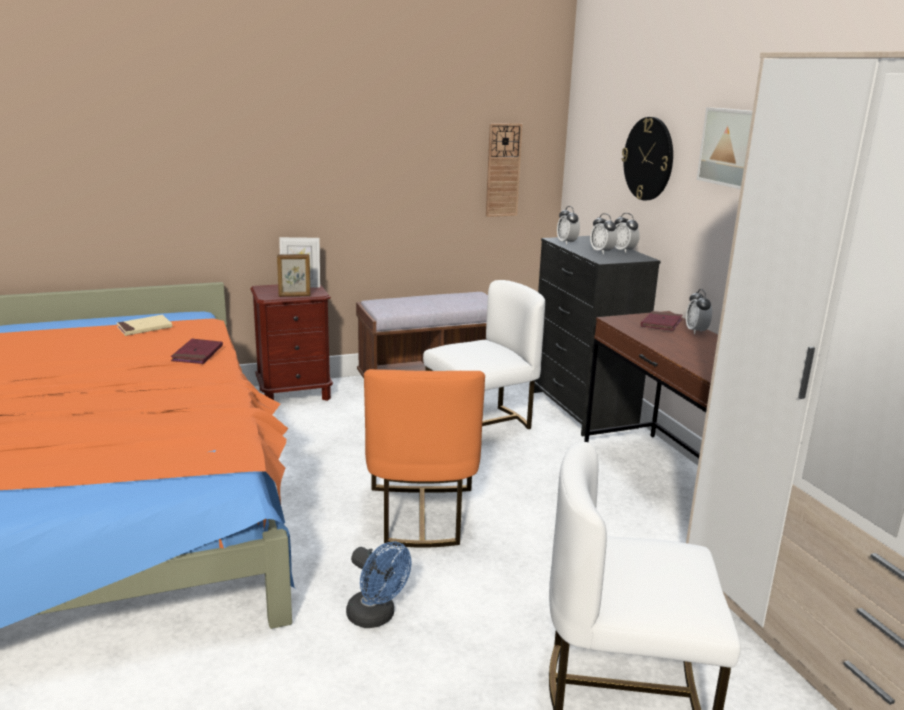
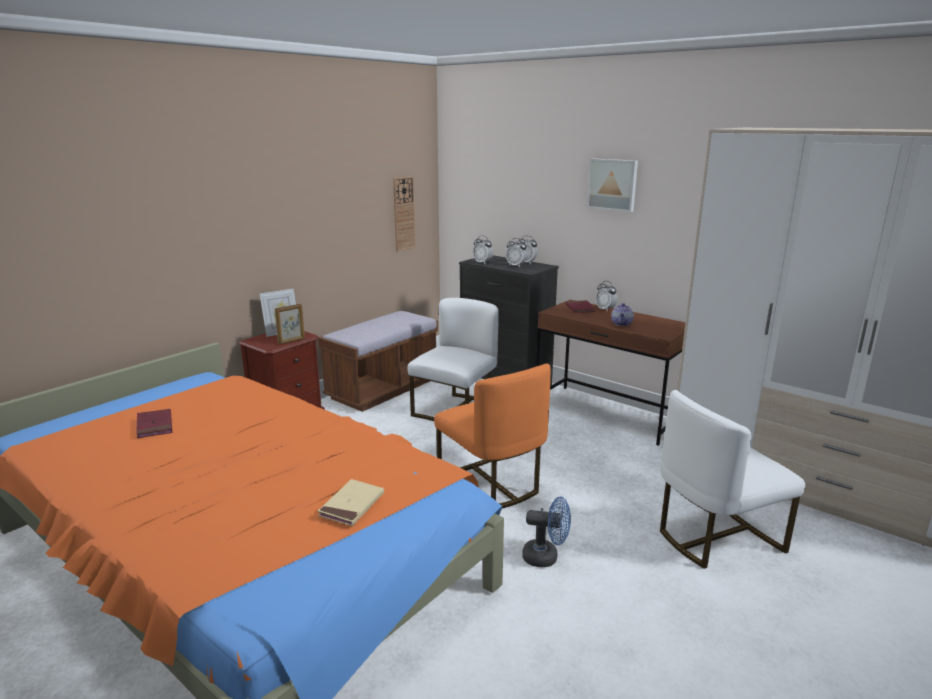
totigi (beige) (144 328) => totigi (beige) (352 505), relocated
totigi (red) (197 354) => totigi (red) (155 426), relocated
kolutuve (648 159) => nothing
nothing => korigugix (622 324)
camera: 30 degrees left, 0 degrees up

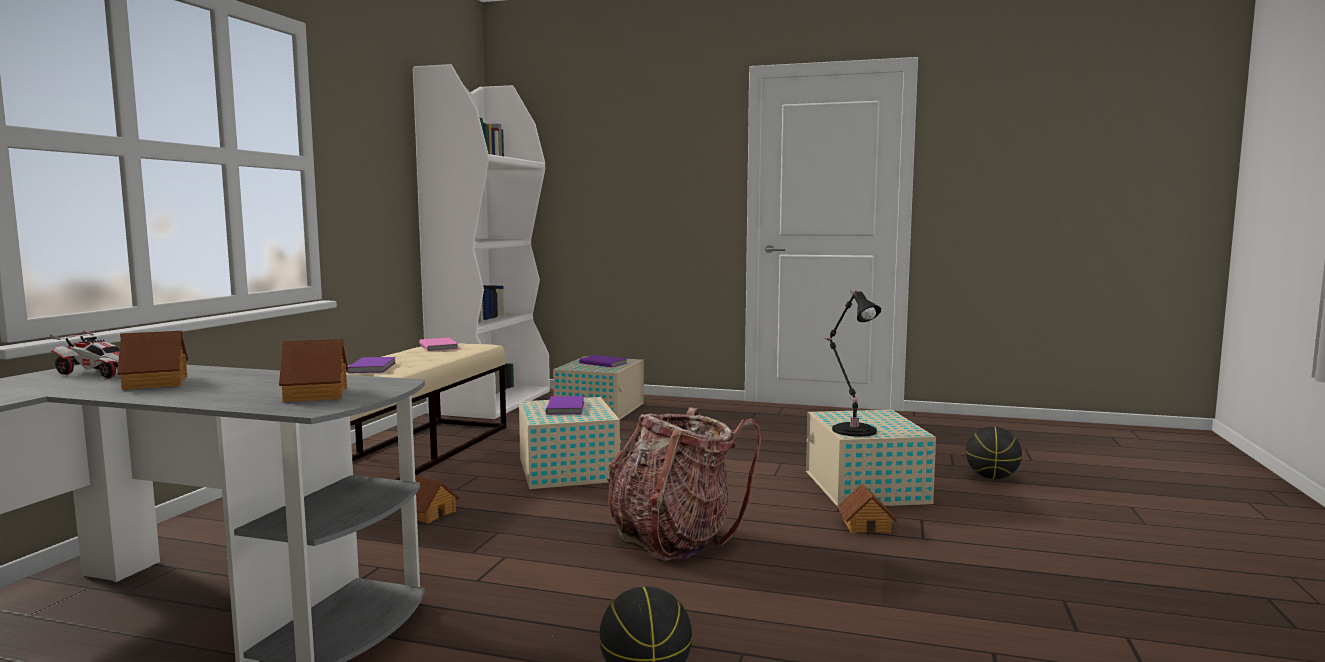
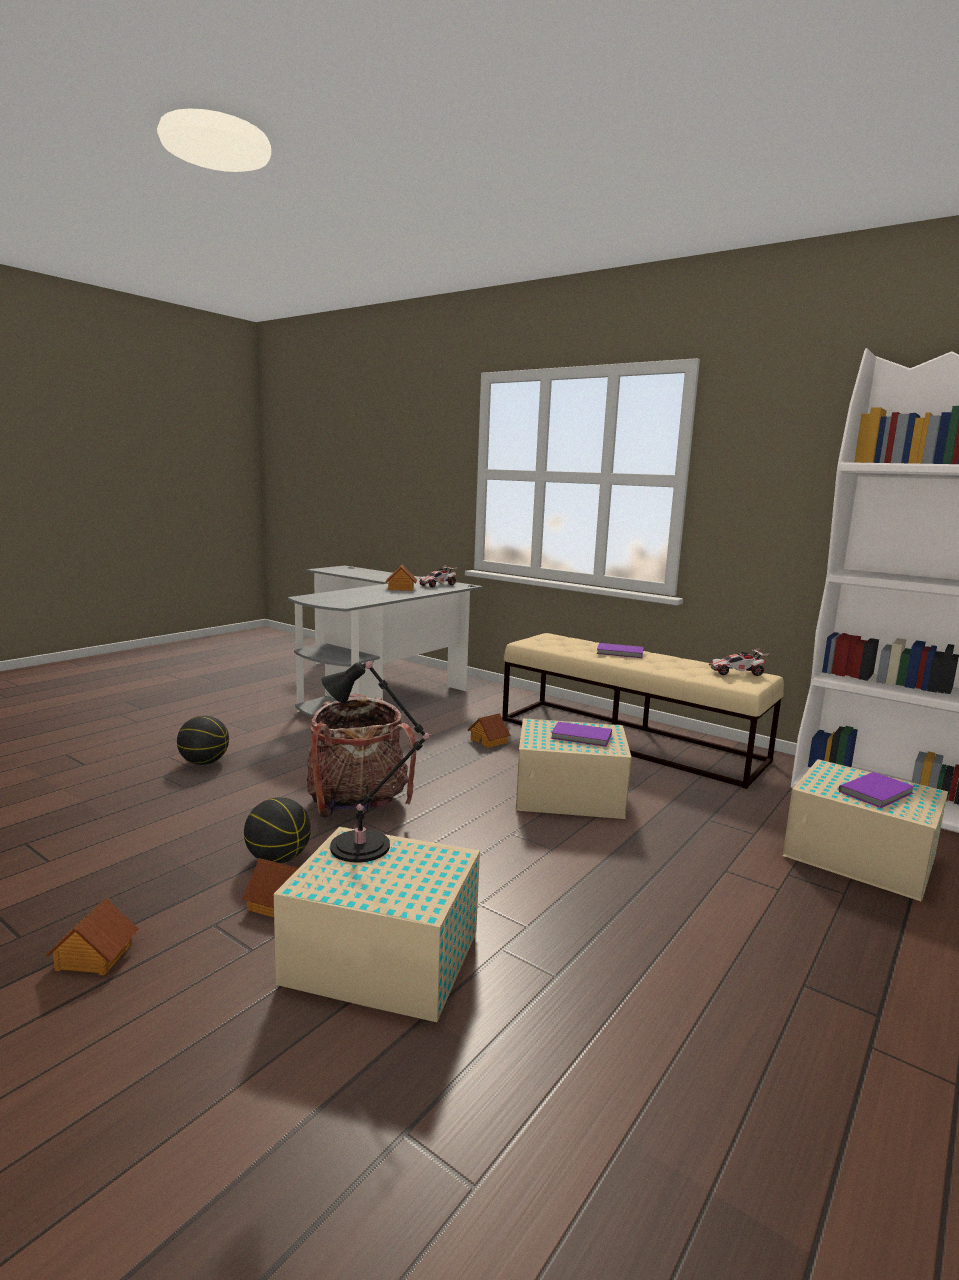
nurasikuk (317 394) => nurasikuk (93 957), relocated
totigi (pink) (439 346) => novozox (736 673)
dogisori (991 477) => dogisori (278 859), relocated
camera: 110 degrees right, 5 degrees up

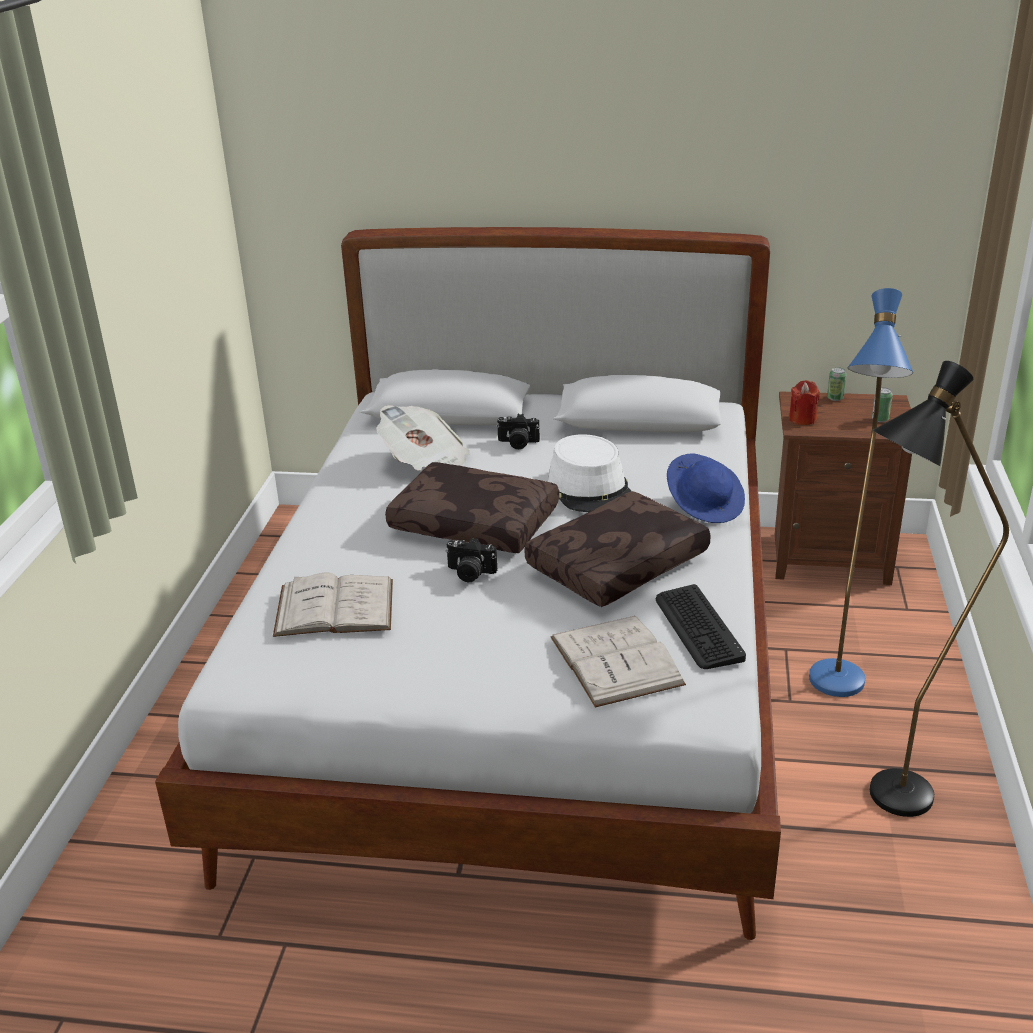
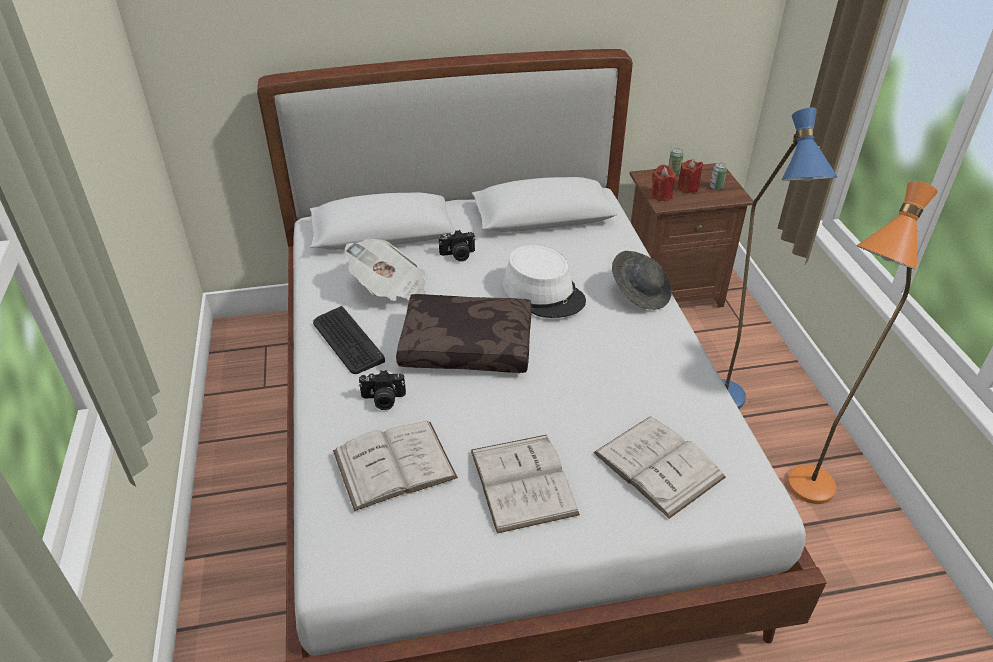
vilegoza (470 573) => vilegoza (383 400), relocated
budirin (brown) (618 566) => nothing
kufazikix (698 628) => kufazikix (347 341), relocated
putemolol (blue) (705 506) => putemolol (grey) (640 293)
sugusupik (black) (884 804) => sugusupik (orange) (803 496)
nothing => totigi (white) (523 481)
nothing => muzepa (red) (688 188)
camera: 20 degrees left, 10 degrees up

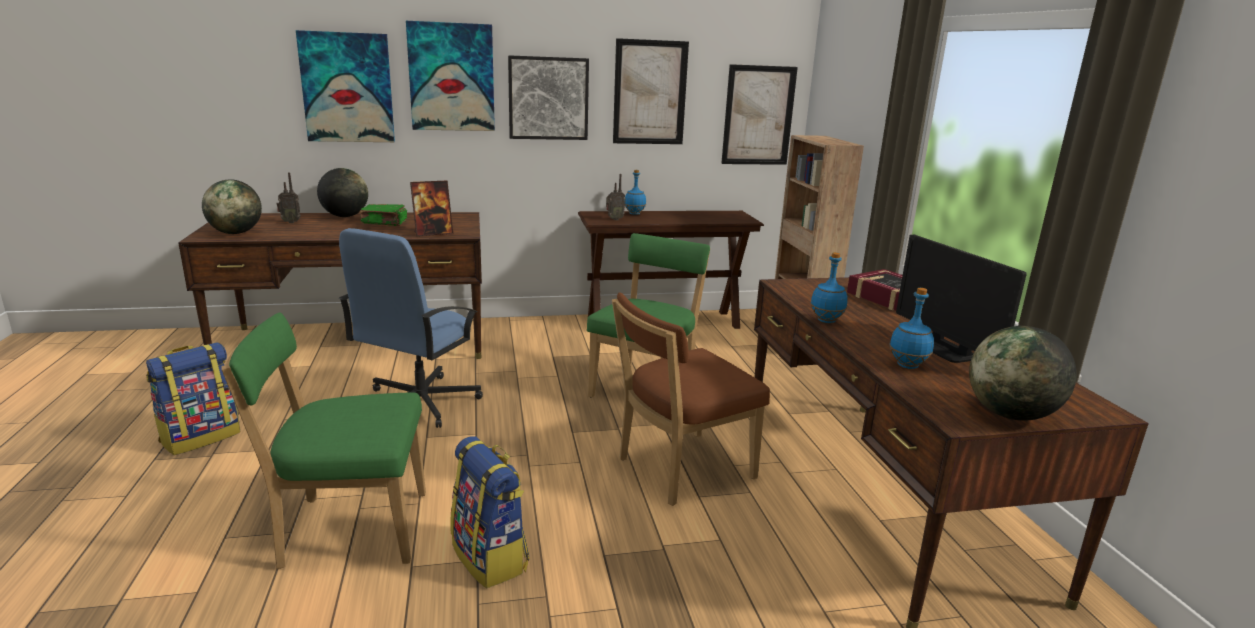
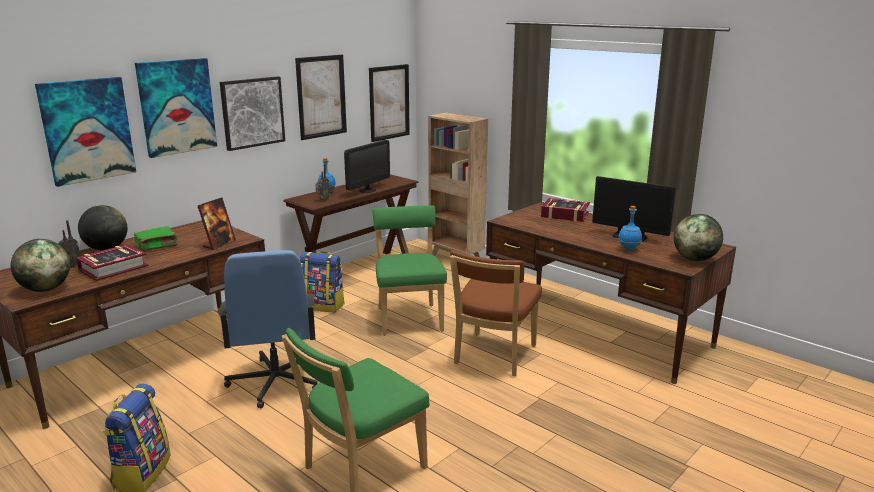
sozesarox (491 558) => sozesarox (324 305), relocated
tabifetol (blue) (825 321) => nothing
nothing => totigi (113 268)
nothing => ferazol (367 190)
camera: 35 degrees left, 0 degrees up

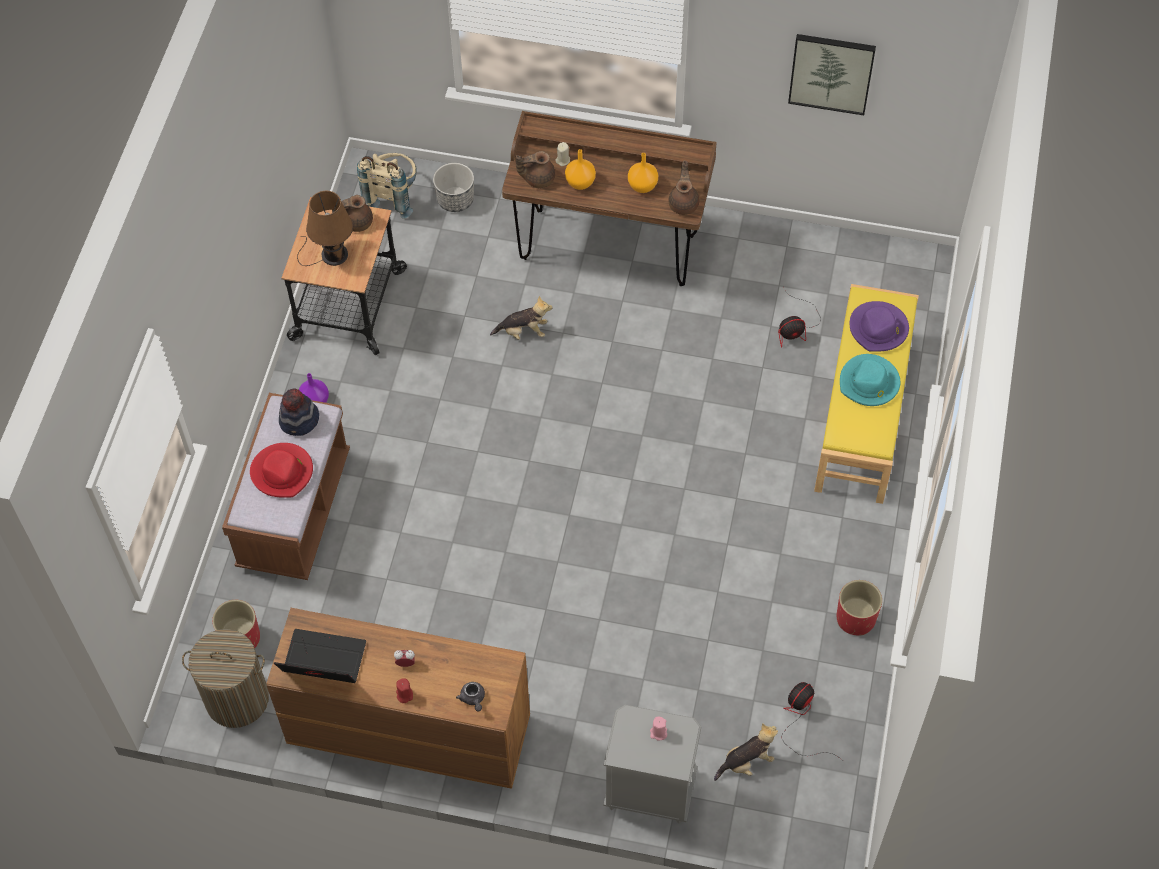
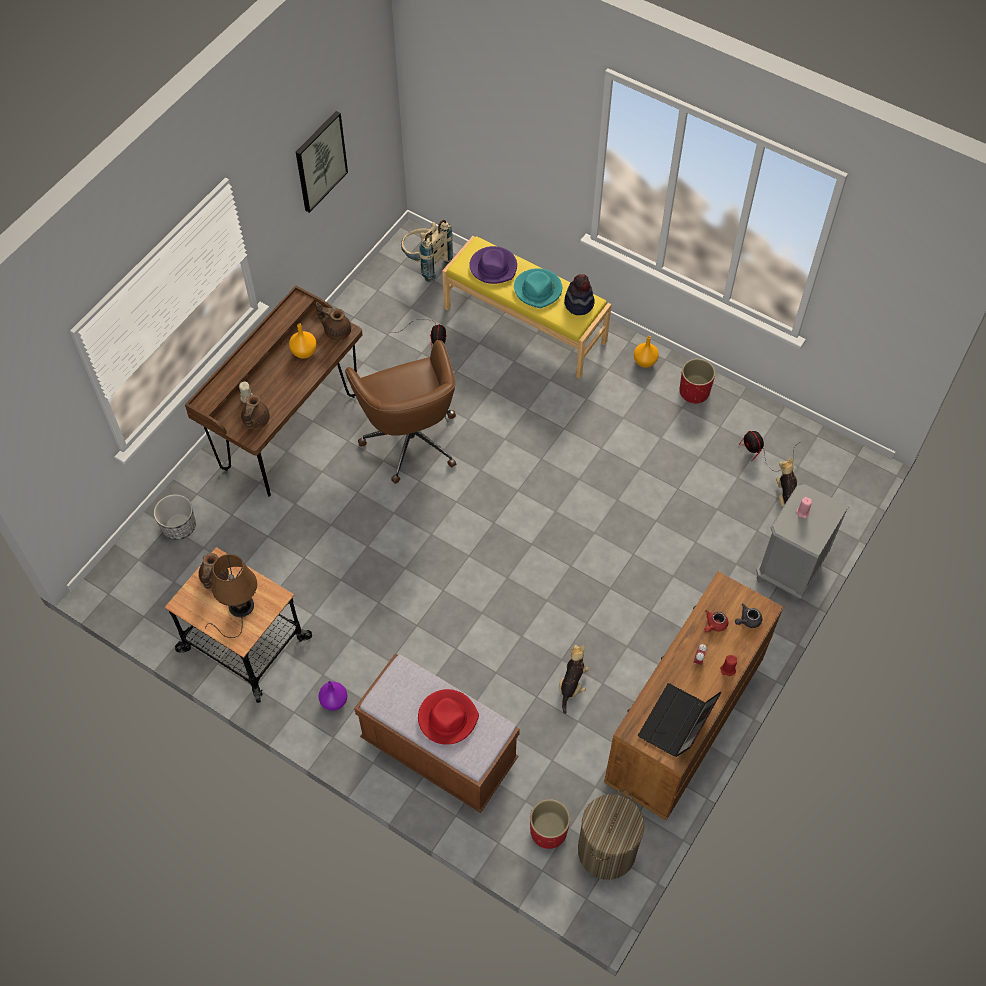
putemolol (299 421) => putemolol (579 303), relocated
sozesarox (beige) (393 196) => sozesarox (beige) (426 264), relocated
korigugix (grey) (473 699) => korigugix (grey) (747 620), 150 degrees clockwise
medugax (523 332) => medugax (572 684), relocated
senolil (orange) (580 183) => senolil (orange) (645 361), relocated
nothing => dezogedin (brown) (410 438)
nothing => korigugix (red) (714 625)
camera: 70 degrees left, 0 degrees up

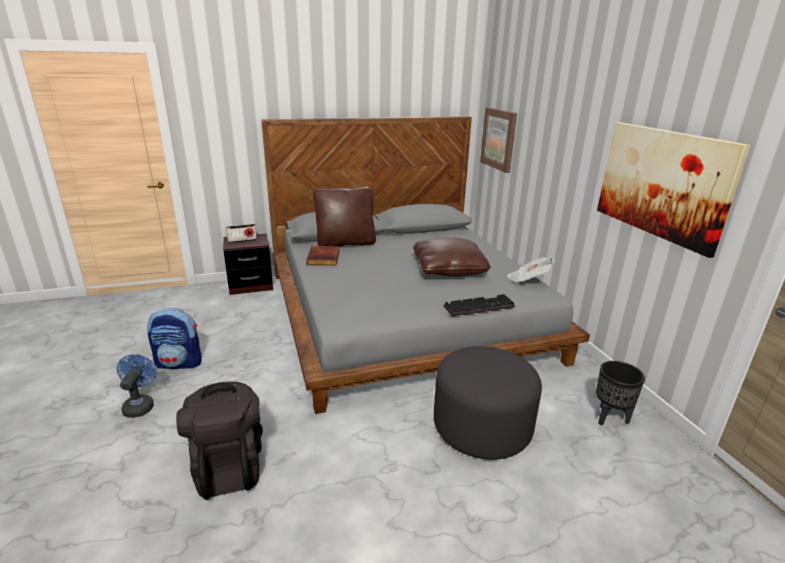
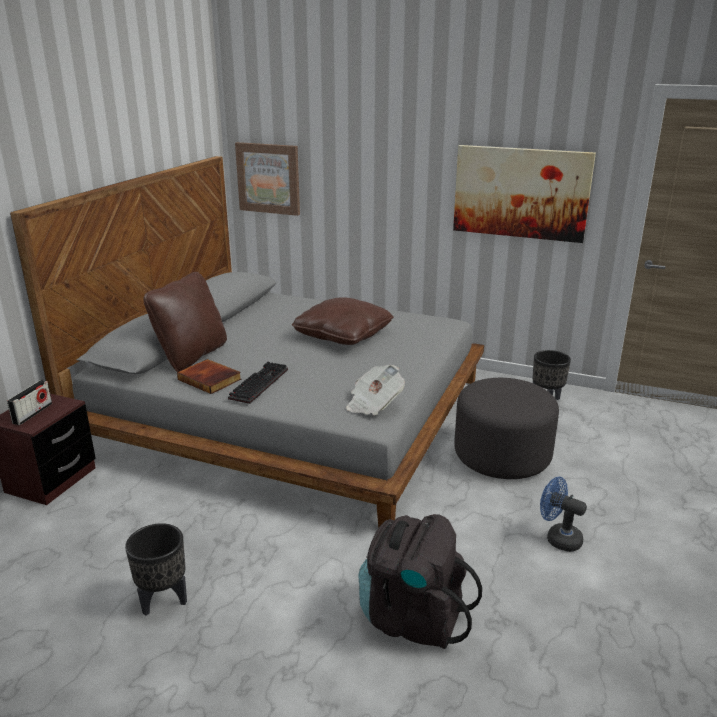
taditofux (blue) (140 405) => taditofux (blue) (558 538), relocated
sozesarox (180 363) => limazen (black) (163 600)
kufazikix (479 306) => kufazikix (258 383), relocated
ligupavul (528 280) => ligupavul (374 404), relocated
camera: 50 degrees left, 0 degrees up

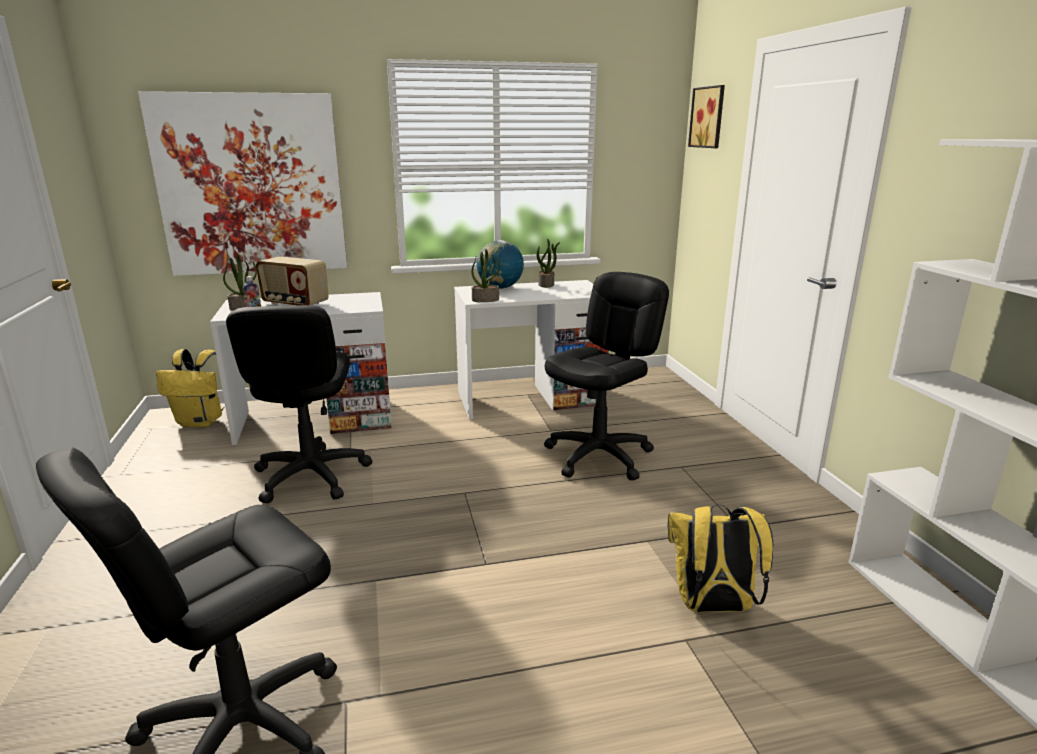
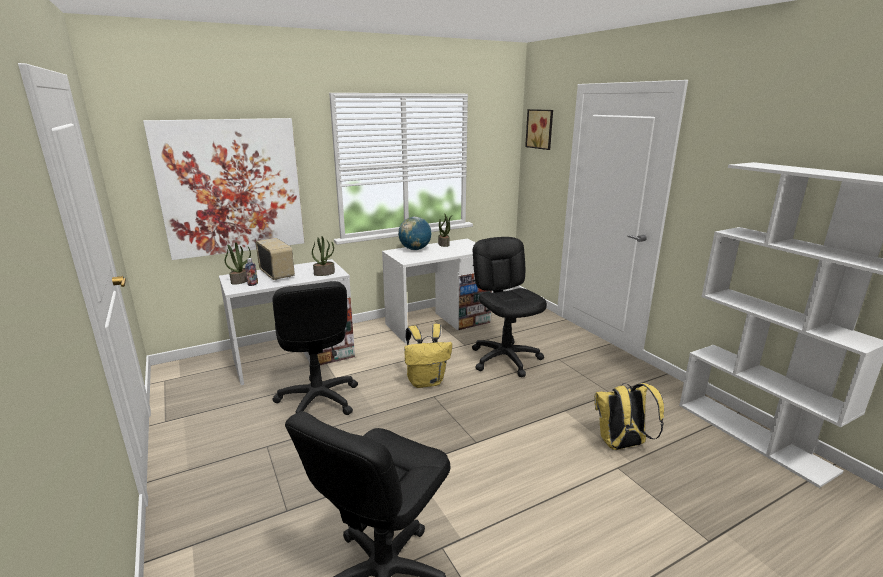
sozesarox (yellow) (202 422) => sozesarox (yellow) (426 381), relocated
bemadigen (295 303) => bemadigen (277 274), 135 degrees counterclockwise
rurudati (485 300) => rurudati (324 273), relocated
dezogedin (black) (599 456) => dezogedin (black) (505 359), 45 degrees counterclockwise
camera: 15 degrees left, 0 degrees up

